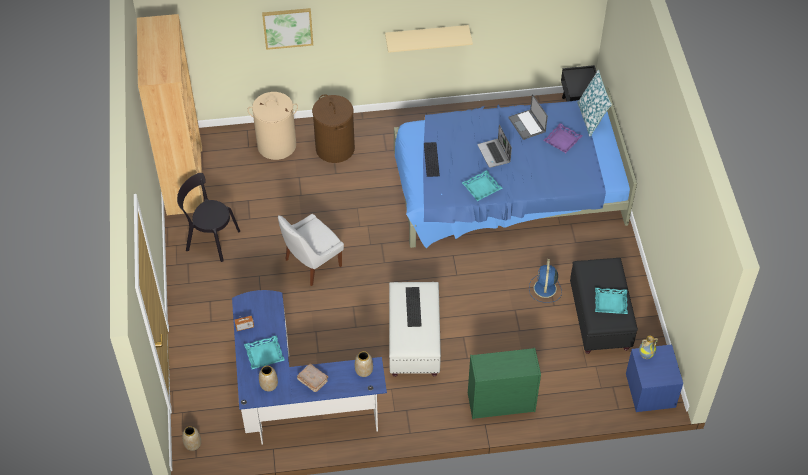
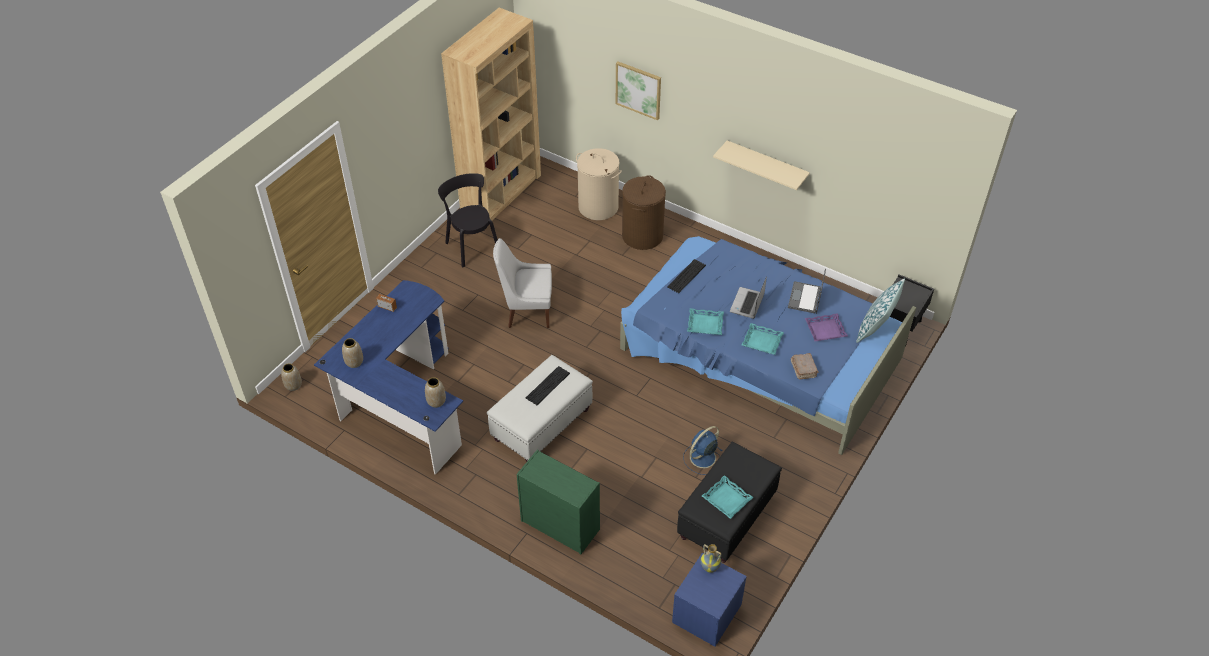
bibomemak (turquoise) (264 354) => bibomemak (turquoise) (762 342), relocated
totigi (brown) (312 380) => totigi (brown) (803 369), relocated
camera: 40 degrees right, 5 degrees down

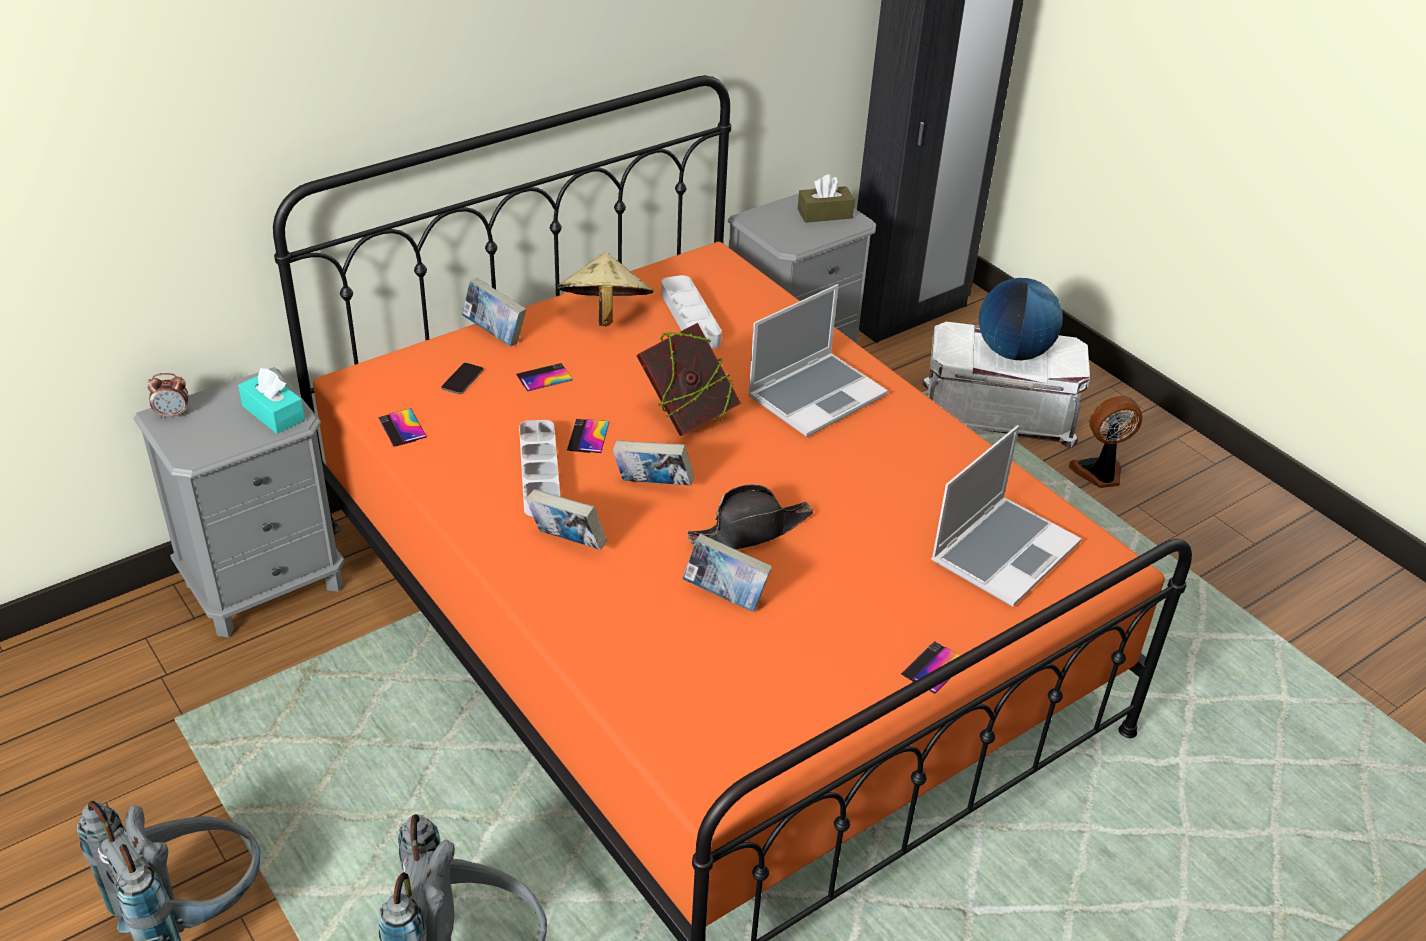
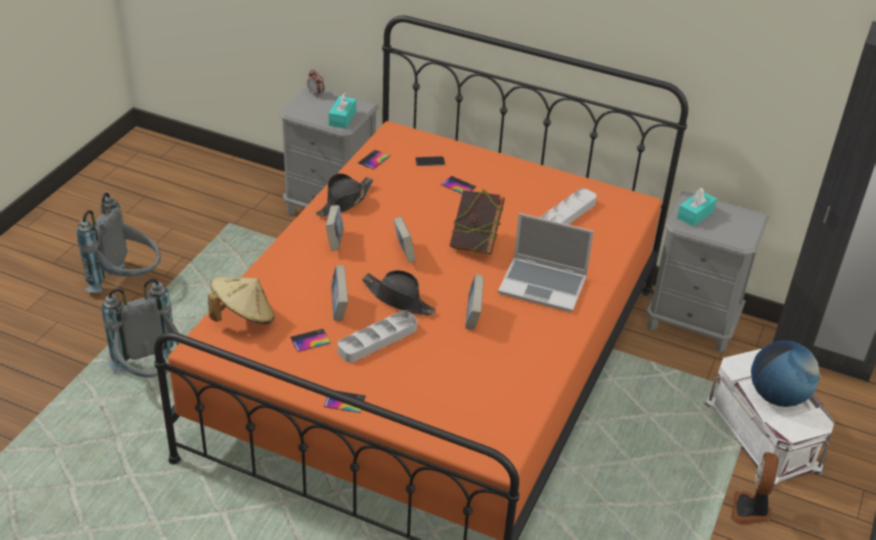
totigi (495 334) => totigi (473 316), relocated
bibomemak (grey) (539 473) => bibomemak (grey) (377 340), relocated
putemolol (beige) (604 315) => putemolol (beige) (243 317), relocated
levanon (588 436) => levanon (310 340), relocated
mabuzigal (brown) (824 214) => nothing
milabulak (1004 551) => nothing
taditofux (1099 473) => taditofux (751 510), 120 degrees counterclockwise
nothing => putemolol (black) (345 201)
nothing => mabuzigal (turquoise) (695 214)
camera: 60 degrees right, 0 degrees up

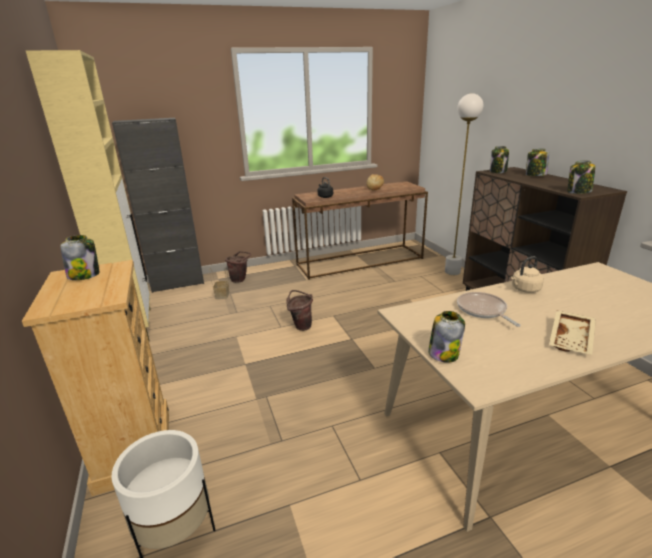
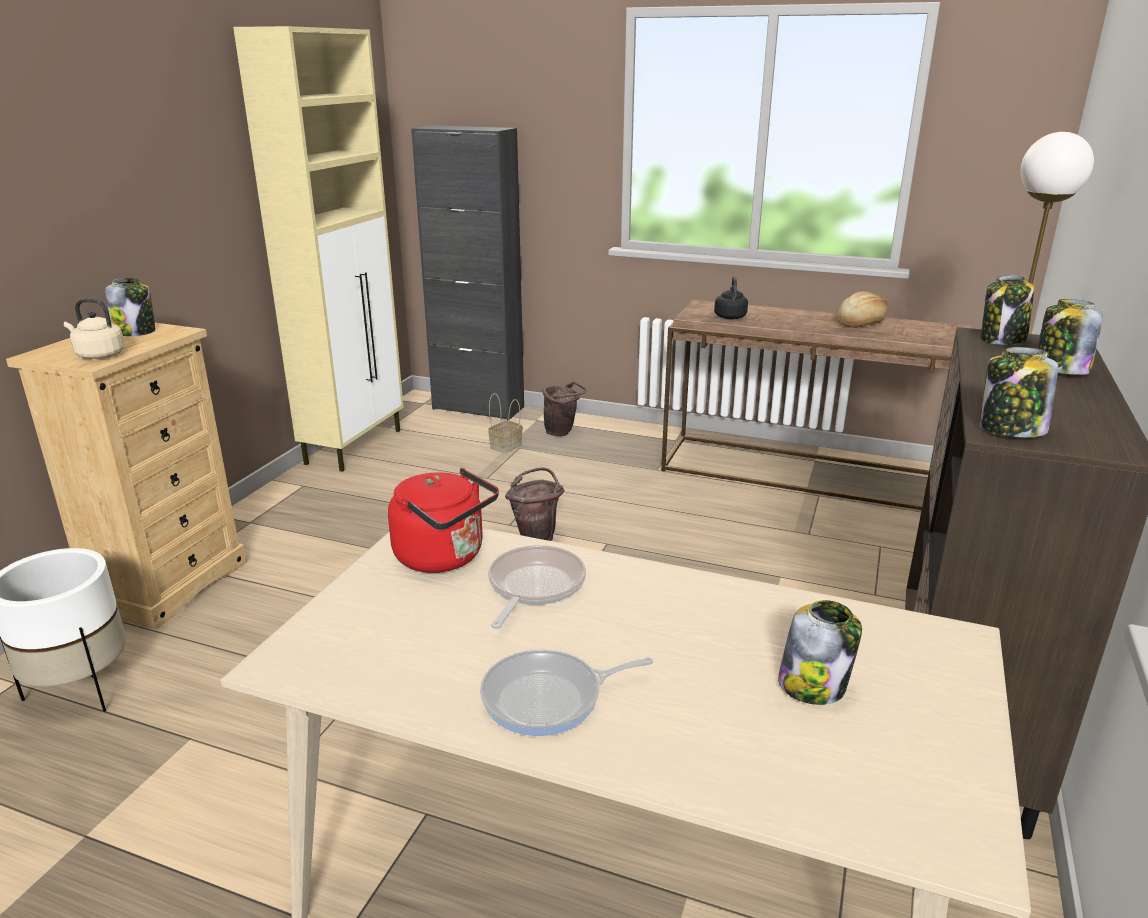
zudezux (443 353) => zudezux (813 685), relocated
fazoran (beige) (524 289) => fazoran (beige) (98 355), relocated
bibomemak (beige) (572 339) => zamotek (548 698)
nothing => fazoran (red) (444 557)
camera: 40 degrees right, 0 degrees up

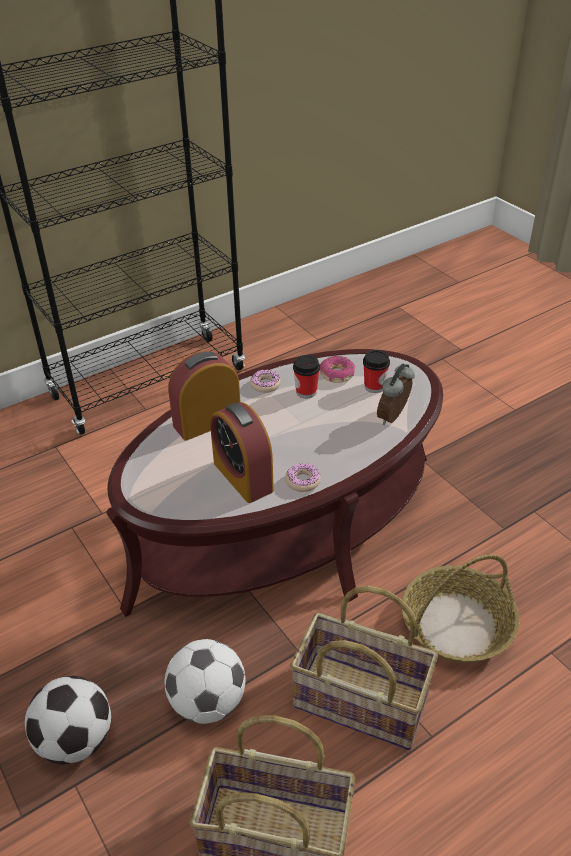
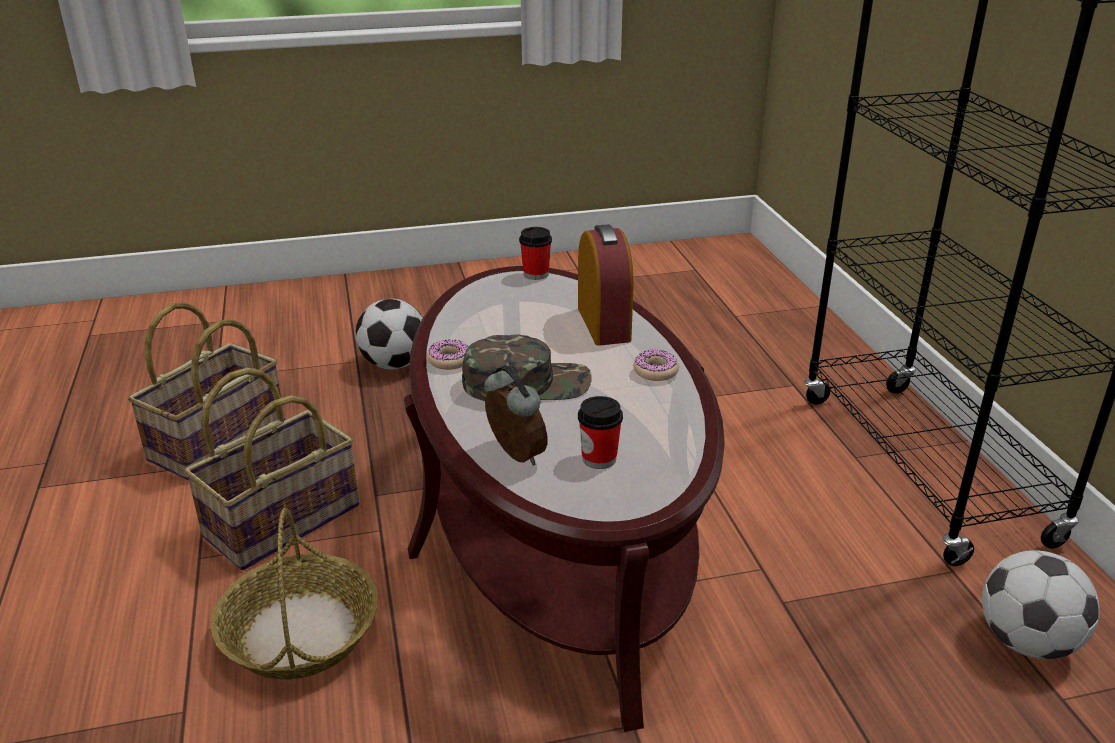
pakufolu (208 702) => pakufolu (1026 642), relocated
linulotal (243 476) => nothing
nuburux (306 392) => nuburux (536 274), relocated
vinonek (337 375) => nothing
nothing => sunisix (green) (527 382)
camera: 110 degrees right, 10 degrees down

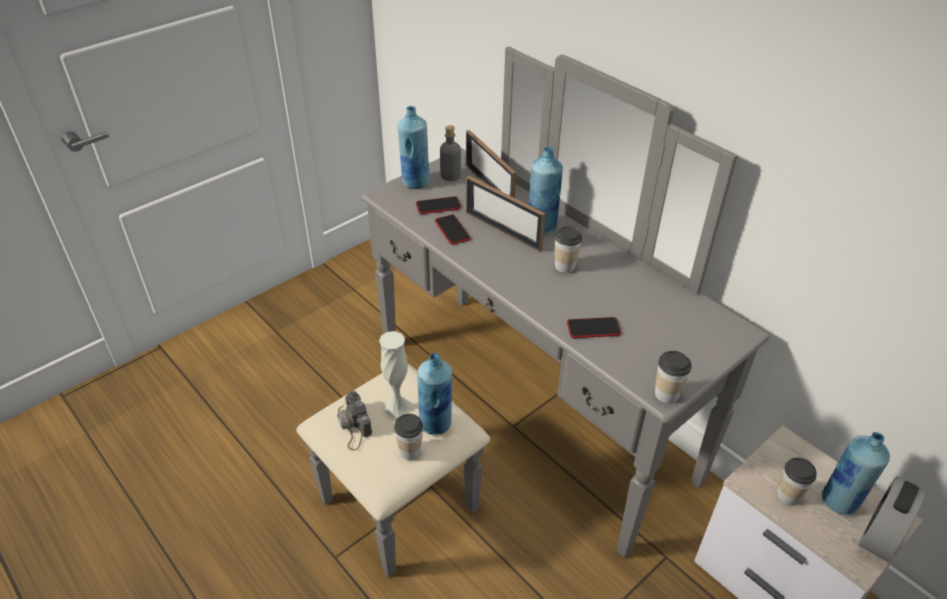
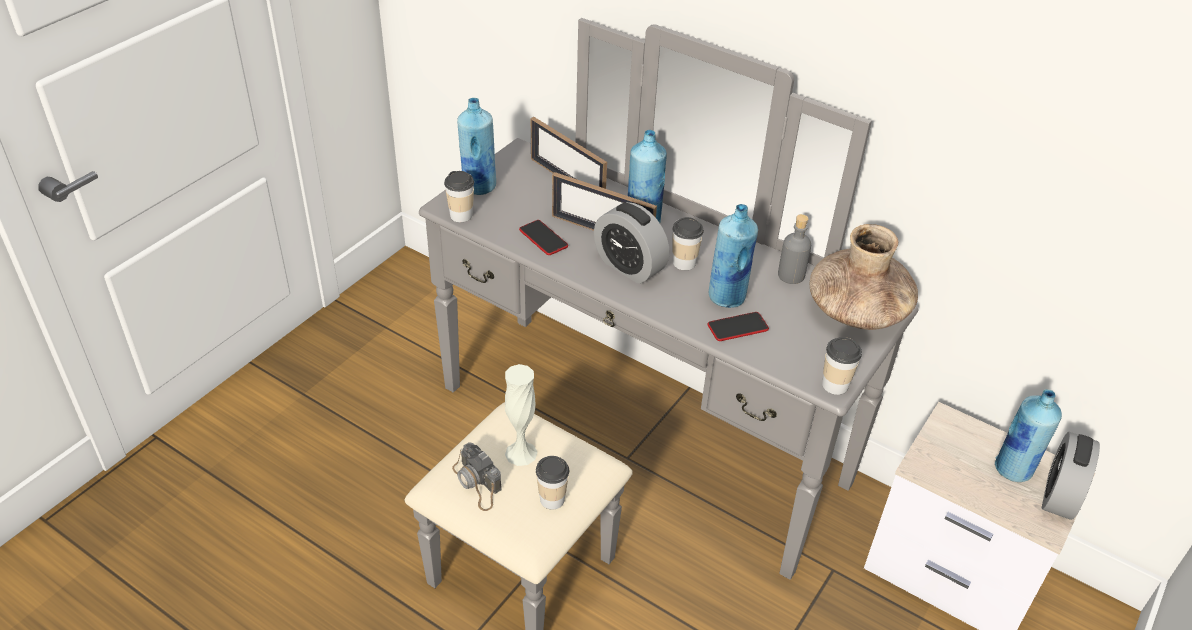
levanon (438 206) => nothing
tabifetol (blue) (436 423) => tabifetol (blue) (727 297), relocated
tabifetol (grey) (450 175) => tabifetol (grey) (791 275), relocated
nuburux (788 495) => nuburux (461 215), relocated
nothing => linulotal (629 266)
nothing => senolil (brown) (857 311)
camera: 15 degrees left, 0 degrees up

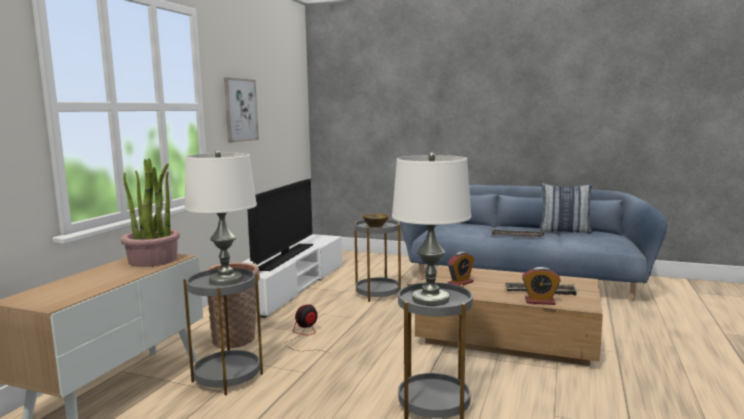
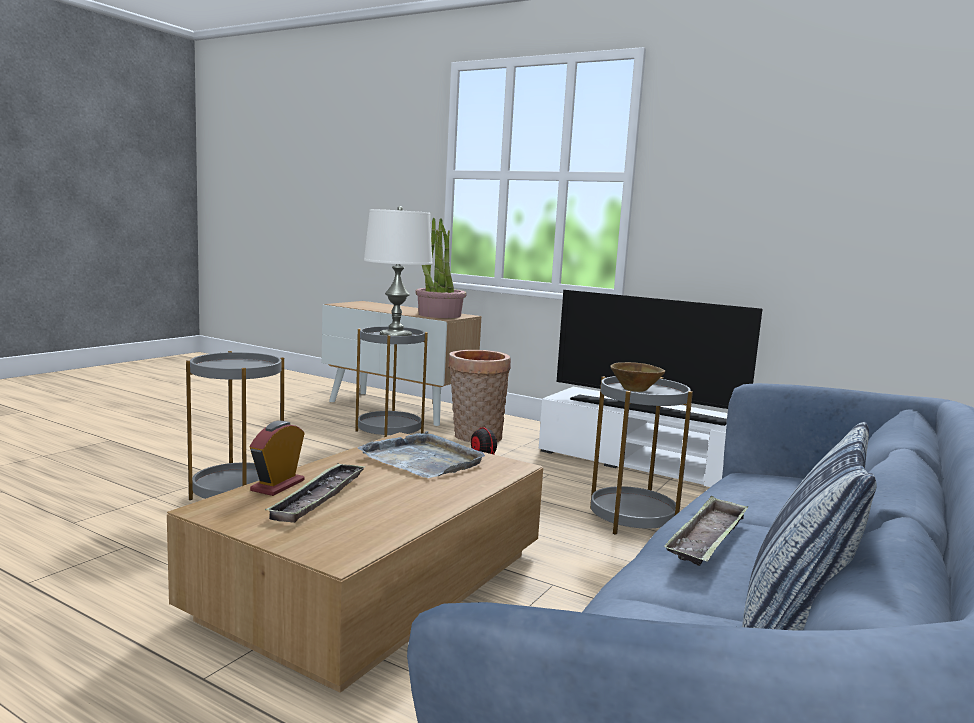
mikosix (240 110) => nothing
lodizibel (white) (430 299) => nothing
linulotal (460 283) => bibomemak (grey) (423 459)
camera: 100 degrees right, 0 degrees up

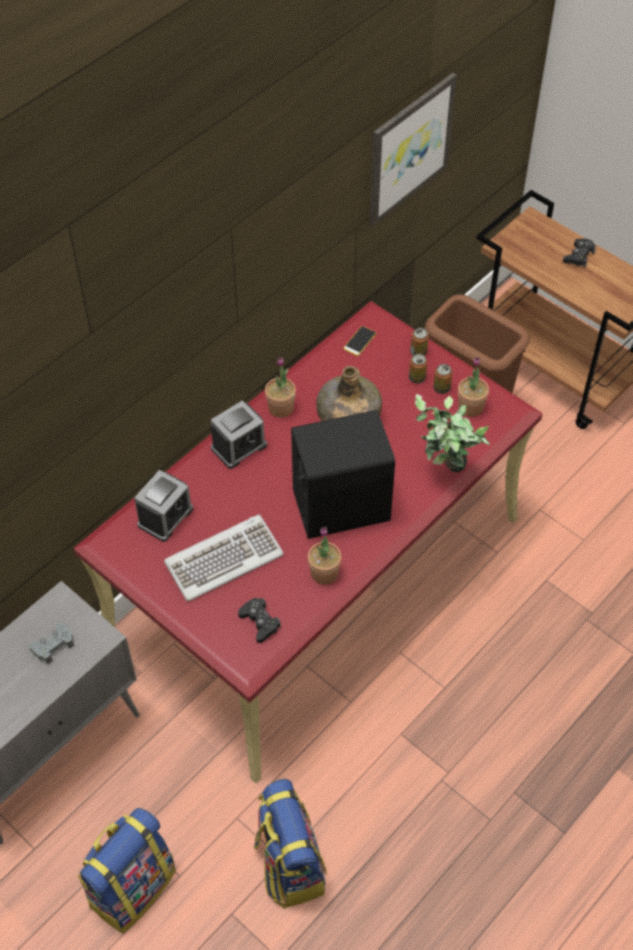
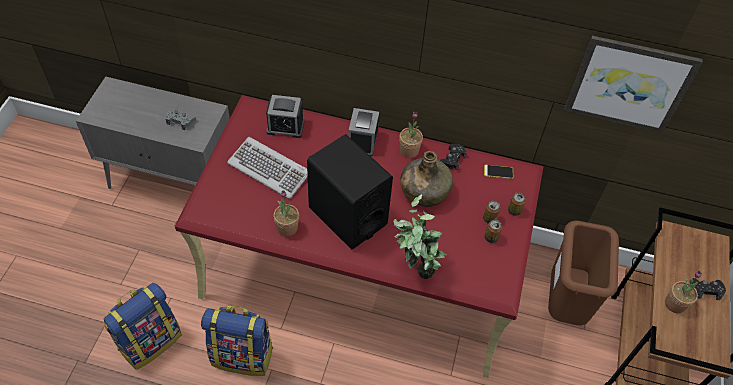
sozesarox (131 886) => sozesarox (243 355), relocated
linulotal (239 447) => linulotal (362 141), 75 degrees clockwise
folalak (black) (260 622) => folalak (black) (452 159), relocated
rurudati (470 407) => rurudati (675 304), relocated
camera: 60 degrees right, 0 degrees up

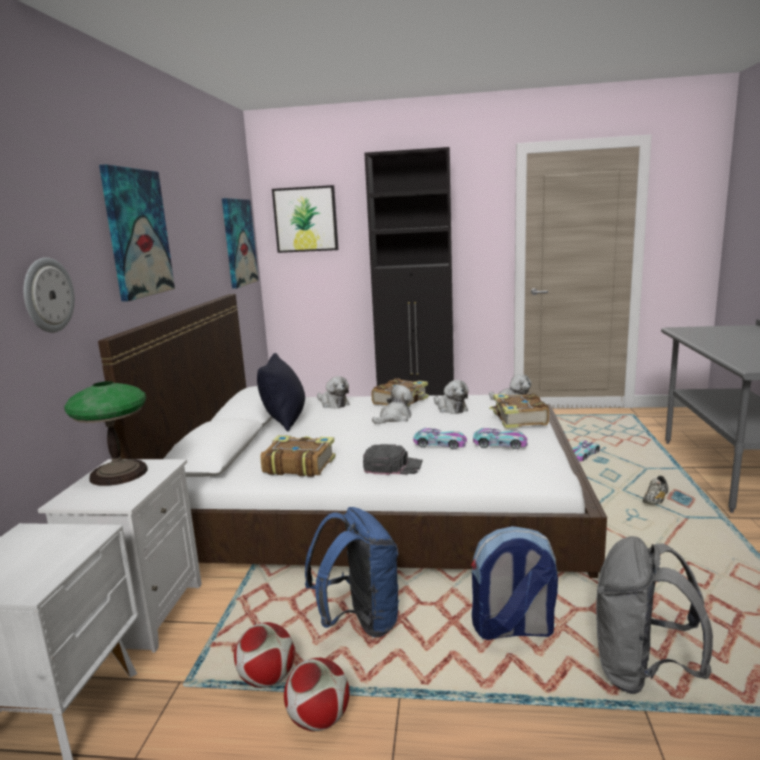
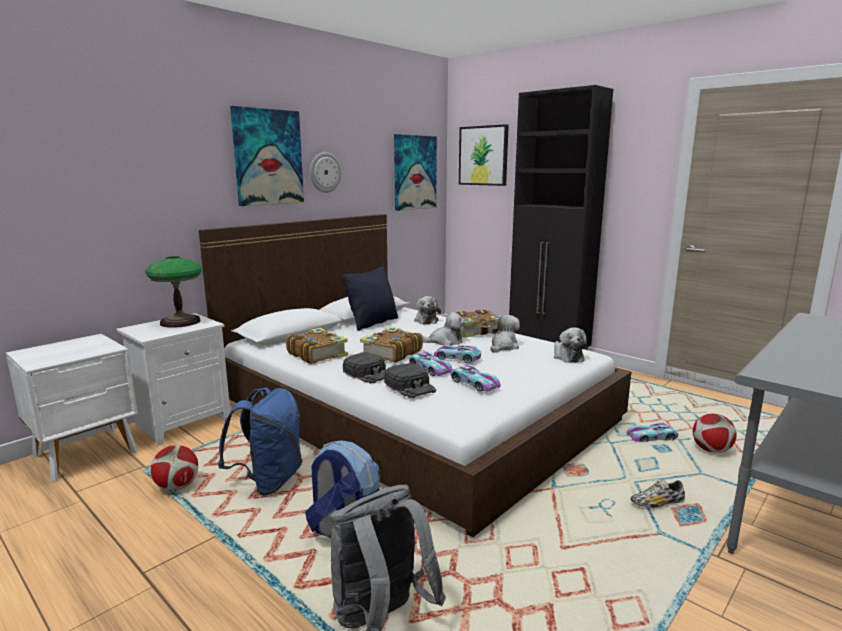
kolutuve (47 295) => kolutuve (325 172), relocated
pakufolu (319 720) => pakufolu (711 450), relocated
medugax (450 408) => medugax (503 347), 150 degrees counterclockwise
totigi (519 419) => totigi (391 353), relocated
nothing => sunisix (black) (410 386)
nothing => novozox (457 358)
camera: 35 degrees right, 0 degrees up

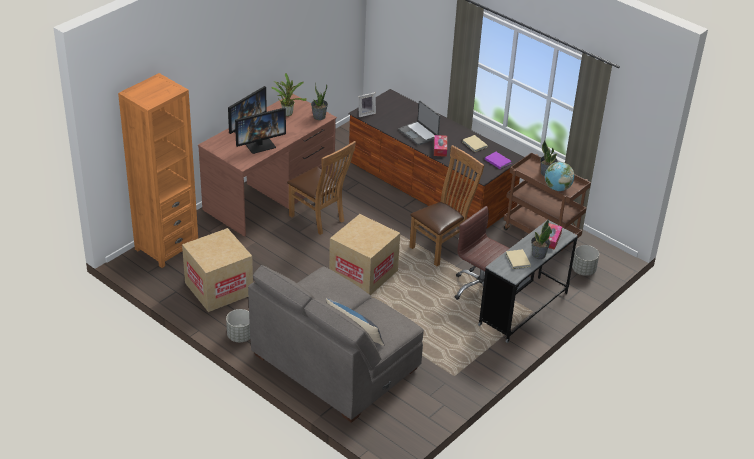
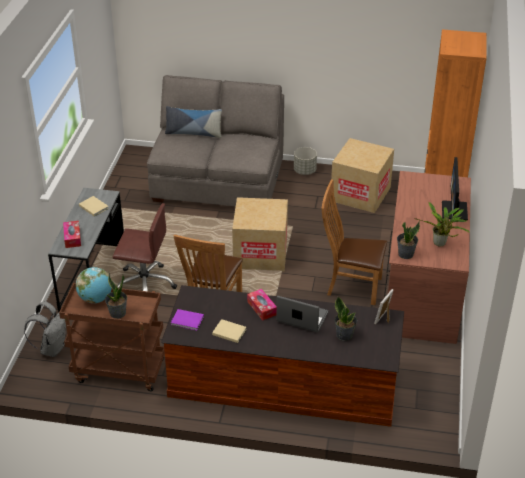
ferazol (260 145) => nothing
rurudati (538 255) => rurudati (344 335), relocated
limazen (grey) (583 270) => sozesarox (grey) (52 348)
camera: 150 degrees right, 0 degrees up

